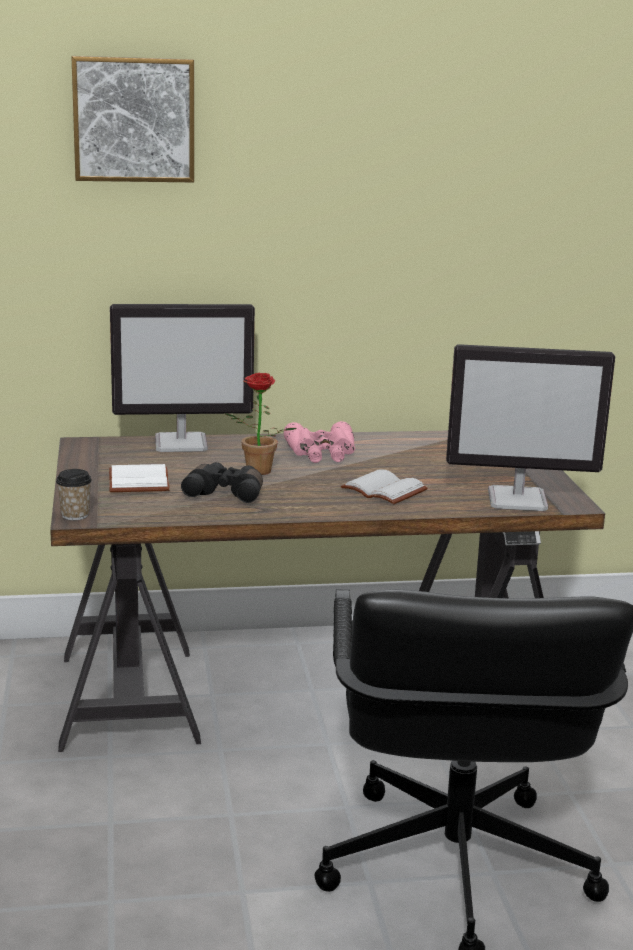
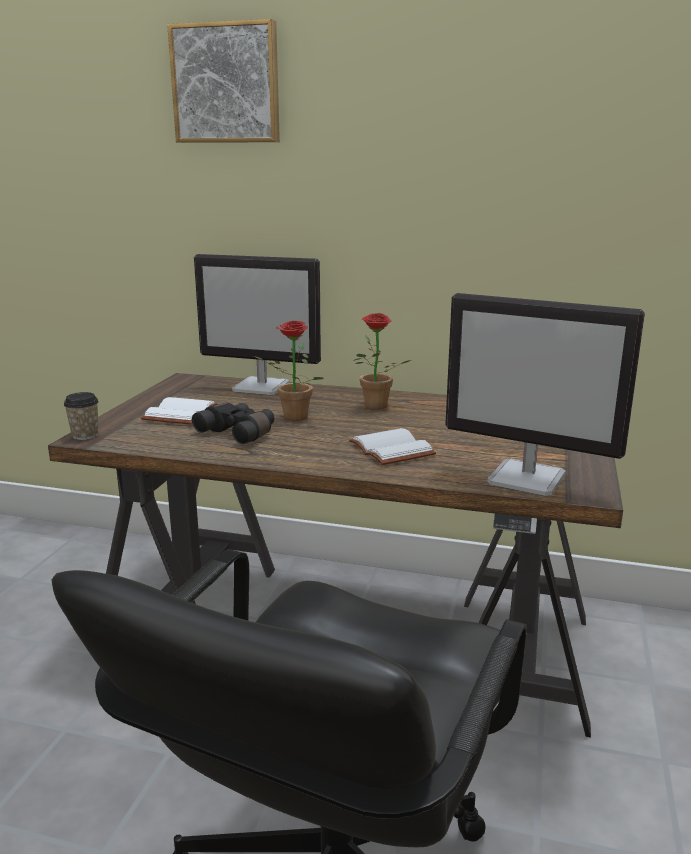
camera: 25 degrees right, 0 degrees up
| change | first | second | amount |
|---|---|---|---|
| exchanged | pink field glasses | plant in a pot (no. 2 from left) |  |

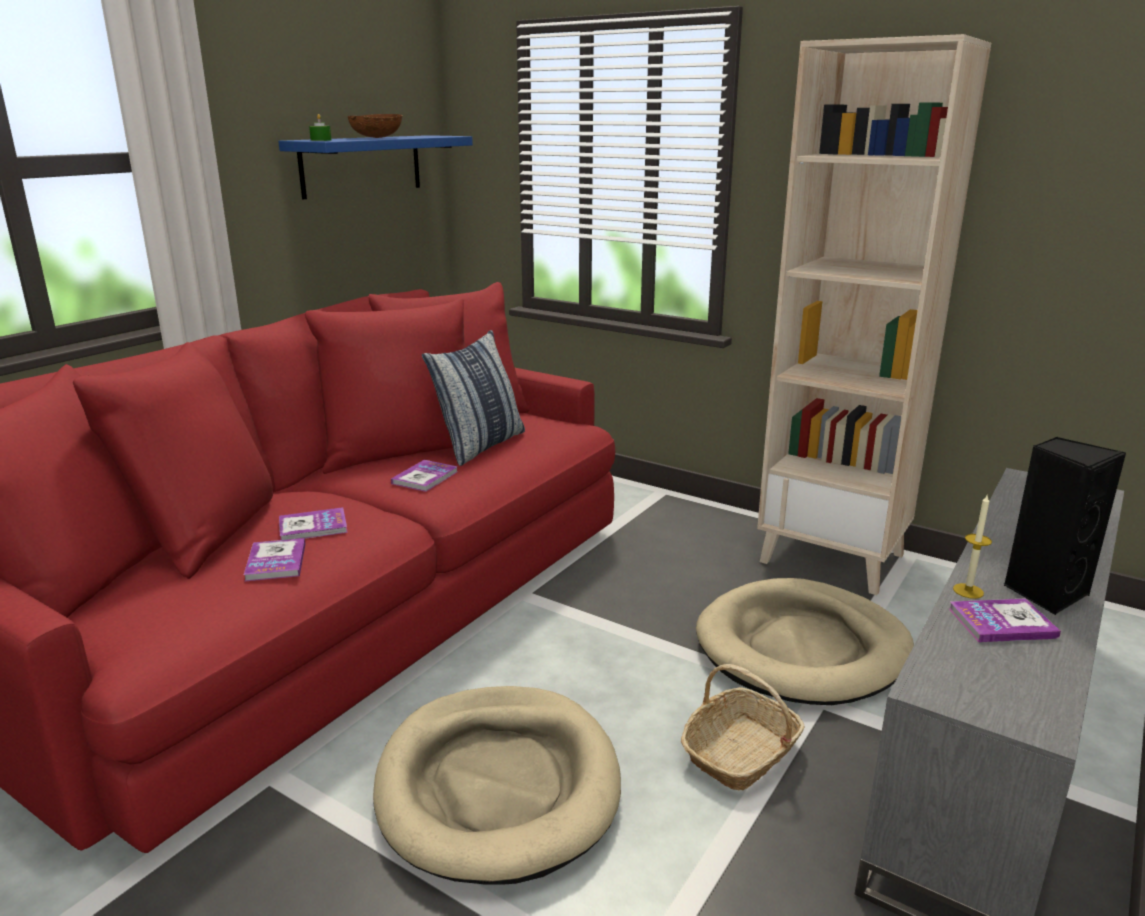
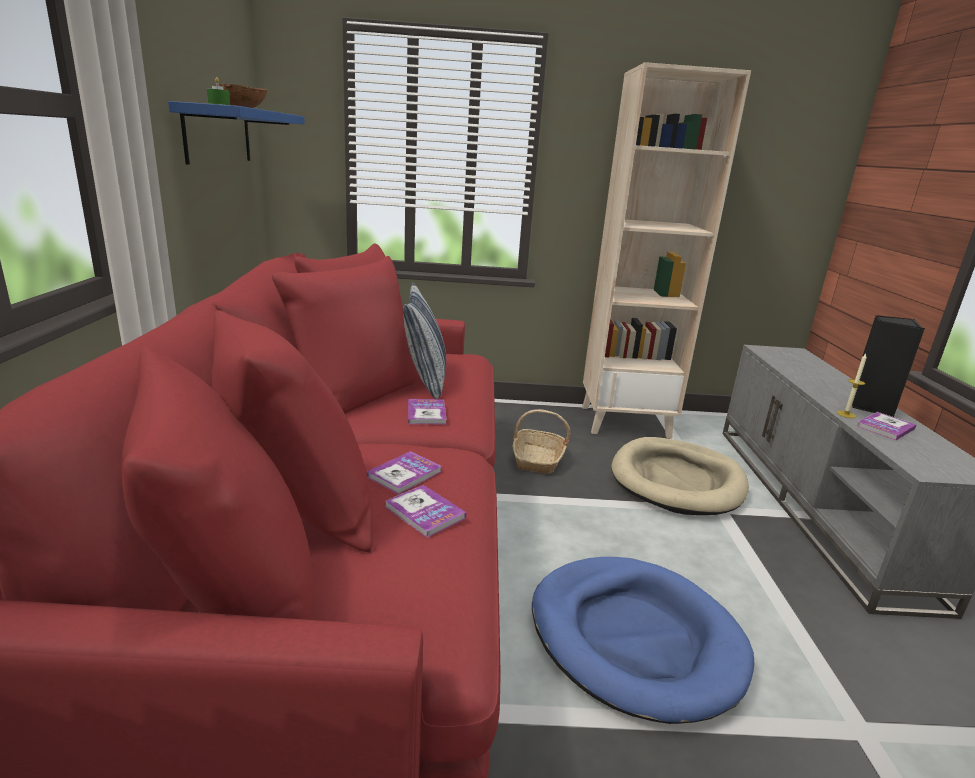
camera: 35 degrees left, 0 degrees up
| change | first | second | amount |
|---|---|---|---|
| relocated | household basket |  |  |
| colour | beige dog cushion (no. 1 from left) | bluish dog cushion |  |

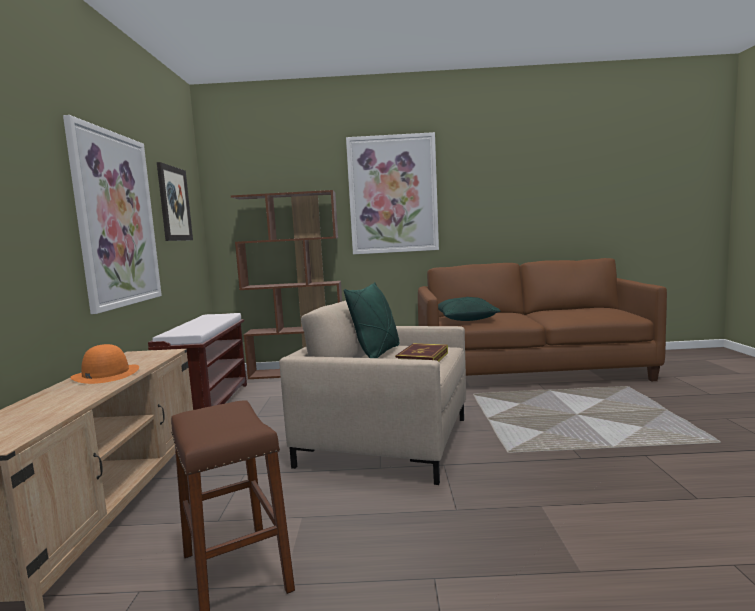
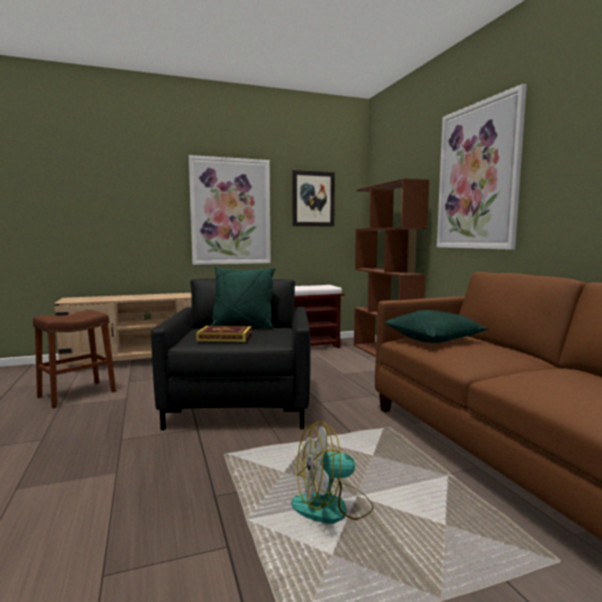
camera: 70 degrees right, 0 degrees up
| change | first | second | amount |
|---|---|---|---|
| colour | beige lounge chair | blackish lounge chair |  |
| appeared |  | electric fan |  |
| missing | orange clothing hat |  |  |

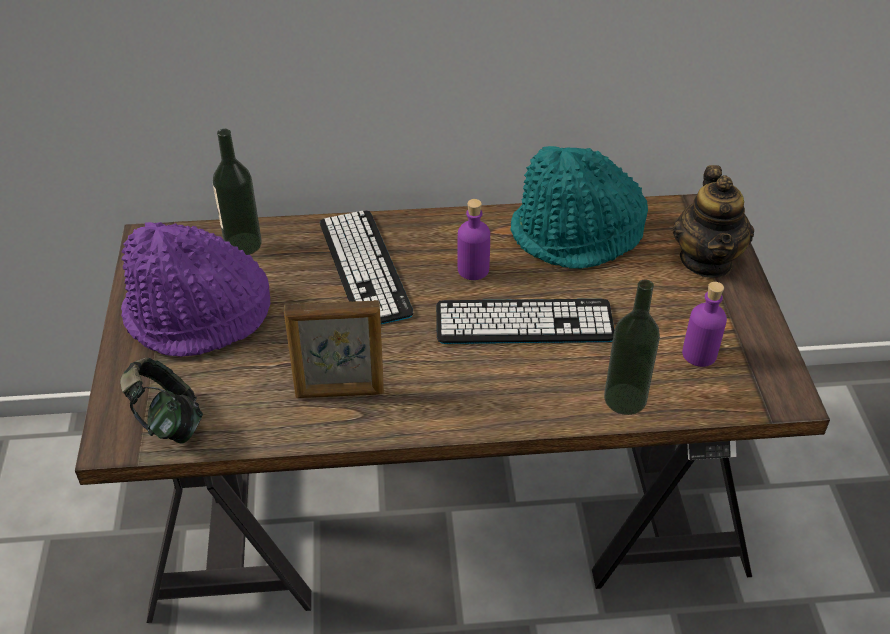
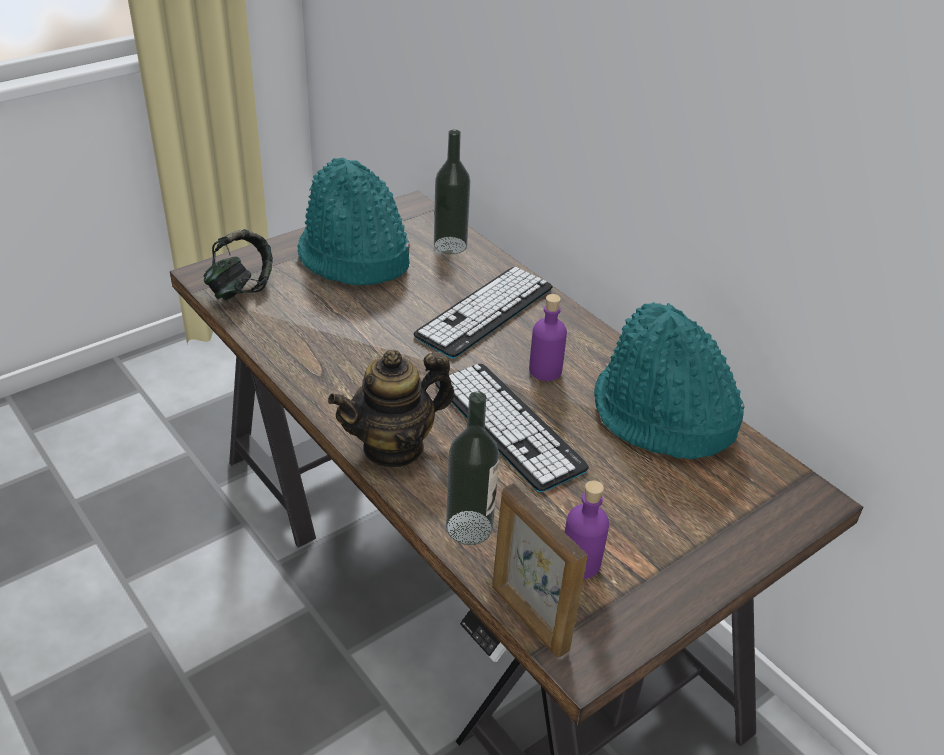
camera: 55 degrees right, 5 degrees down
| change | first | second | amount |
|---|---|---|---|
| colour | purple clothing hat | blue-green clothing hat (no. 1 from left) |  |
| relocated | teapot |  |  |
| relocated | picture frame |  |  |

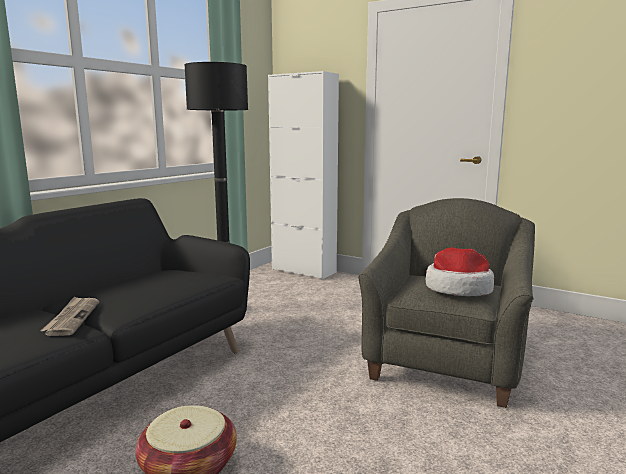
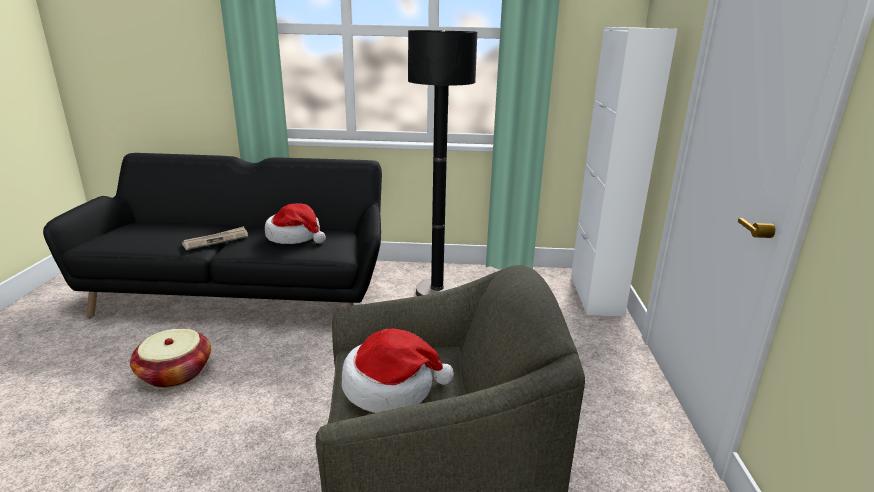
camera: 60 degrees right, 10 degrees up
| change | first | second | amount |
|---|---|---|---|
| appeared |  | clothing hat (no. 1 from left) |  |

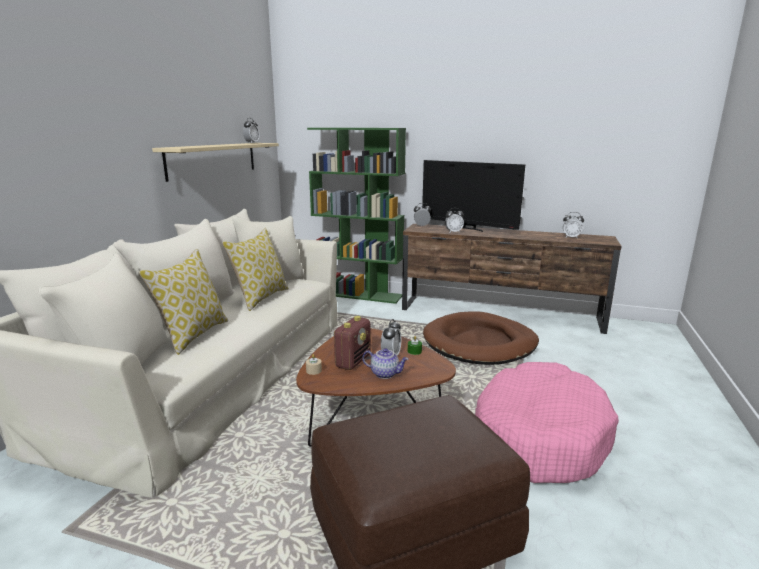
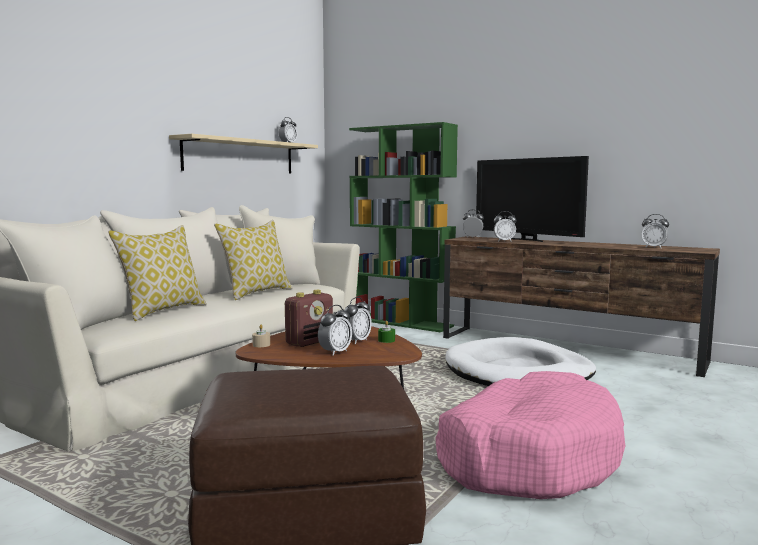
camera: 15 degrees right, 10 degrees down
| change | first | second | amount |
|---|---|---|---|
| exchanged | teapot | table clock (no. 2 from left) |  |
| colour | brownish dog cushion | white dog cushion |  |

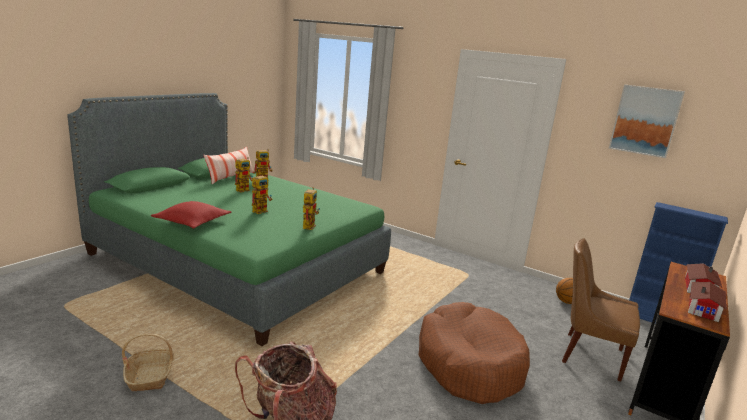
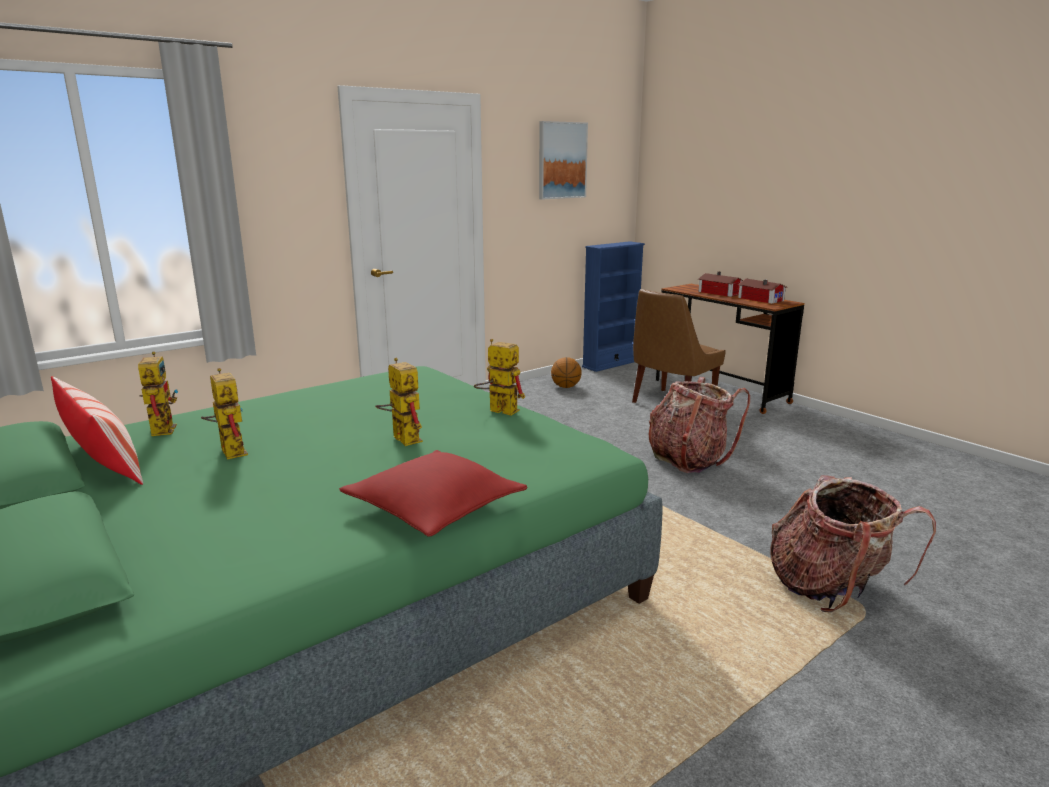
camera: 70 degrees left, 0 degrees up
| change | first | second | amount |
|---|---|---|---|
| exchanged | brownish dog cushion | rucksack (no. 1 from left) |  |
| missing | household basket |  |  |

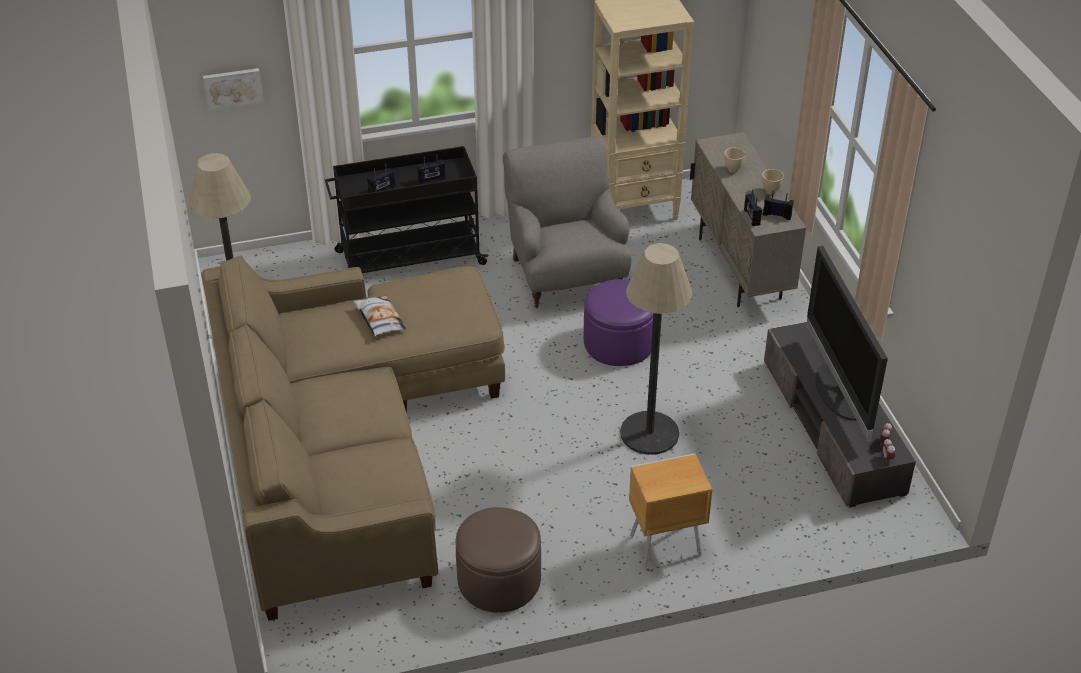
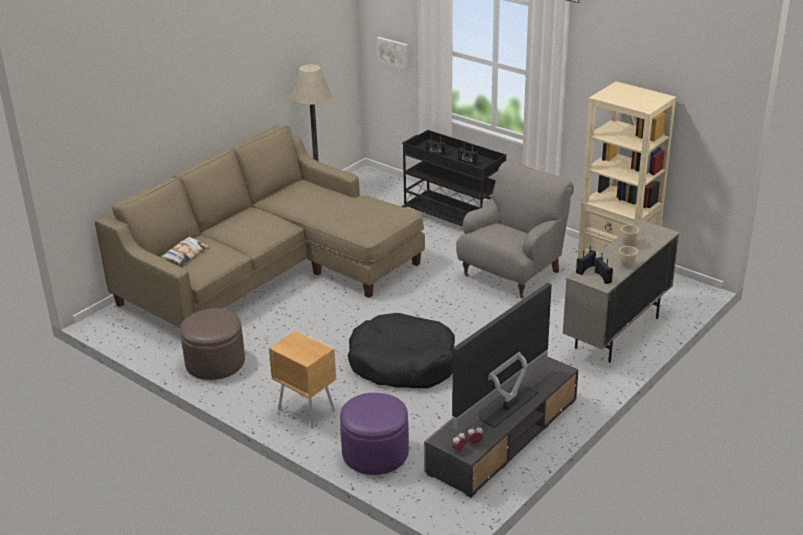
camera: 55 degrees right, 10 degrees down
| change | first | second | amount |
|---|---|---|---|
| relocated | pillow |  |  |
| relocated | purple ottoman |  |  |
| exchanged | floor lamp (no. 2 from left) | blackish dog cushion |  |

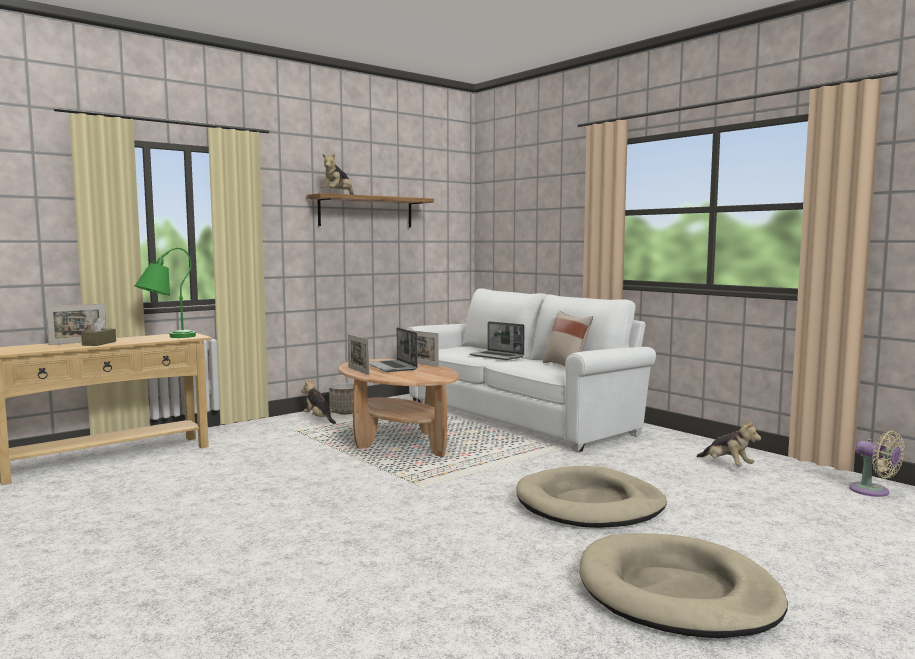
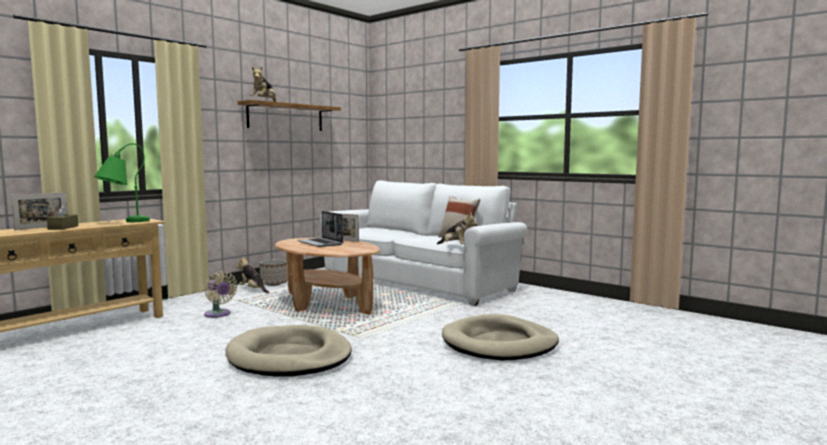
camera: 10 degrees left, 0 degrees up
| change | first | second | amount |
|---|---|---|---|
| relocated | beige electric fan |  |  |
| relocated | beige dog cushion (no. 2 from left in the first image) | beige dog cushion (no. 1 from left) |  |
| relocated | cuddly toy (no. 3 from left) |  |  |
| missing | picture frame (no. 2 from left) |  |  |
| missing | notebook computer (no. 2 from left) |  |  |

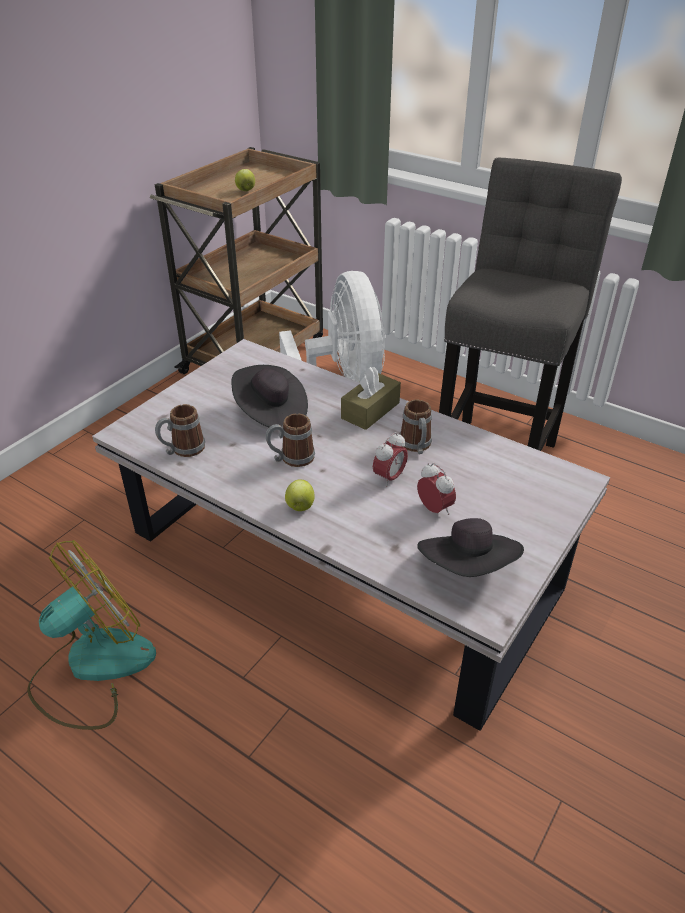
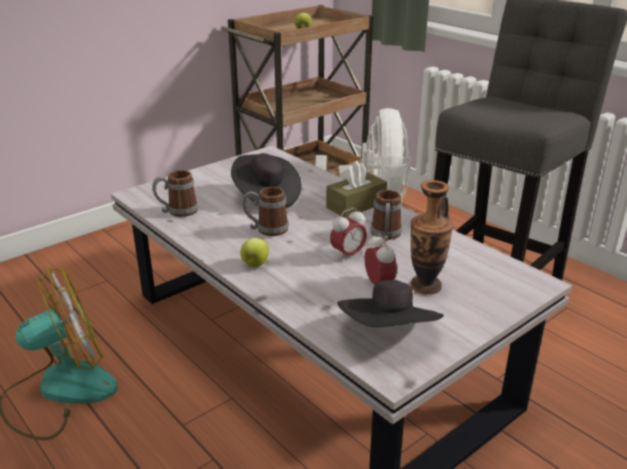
camera: 15 degrees right, 10 degrees down
| change | first | second | amount |
|---|---|---|---|
| appeared |  | vase |  |

